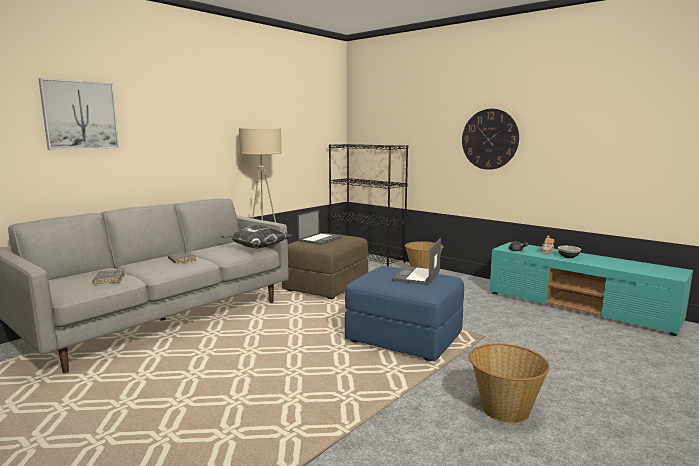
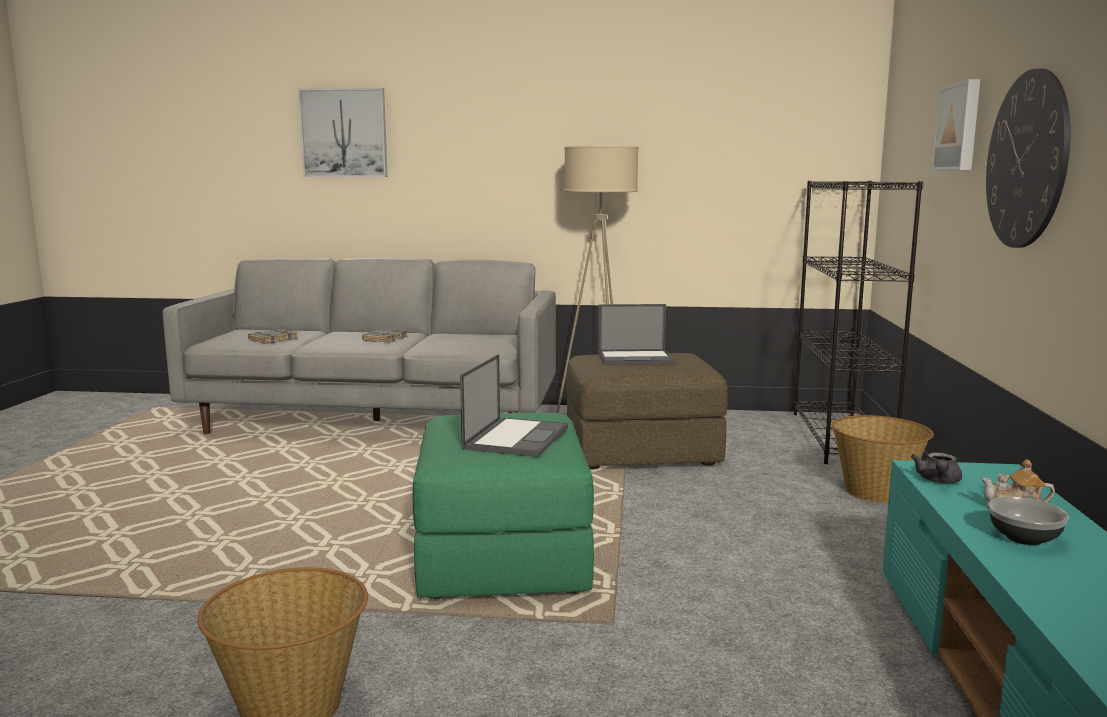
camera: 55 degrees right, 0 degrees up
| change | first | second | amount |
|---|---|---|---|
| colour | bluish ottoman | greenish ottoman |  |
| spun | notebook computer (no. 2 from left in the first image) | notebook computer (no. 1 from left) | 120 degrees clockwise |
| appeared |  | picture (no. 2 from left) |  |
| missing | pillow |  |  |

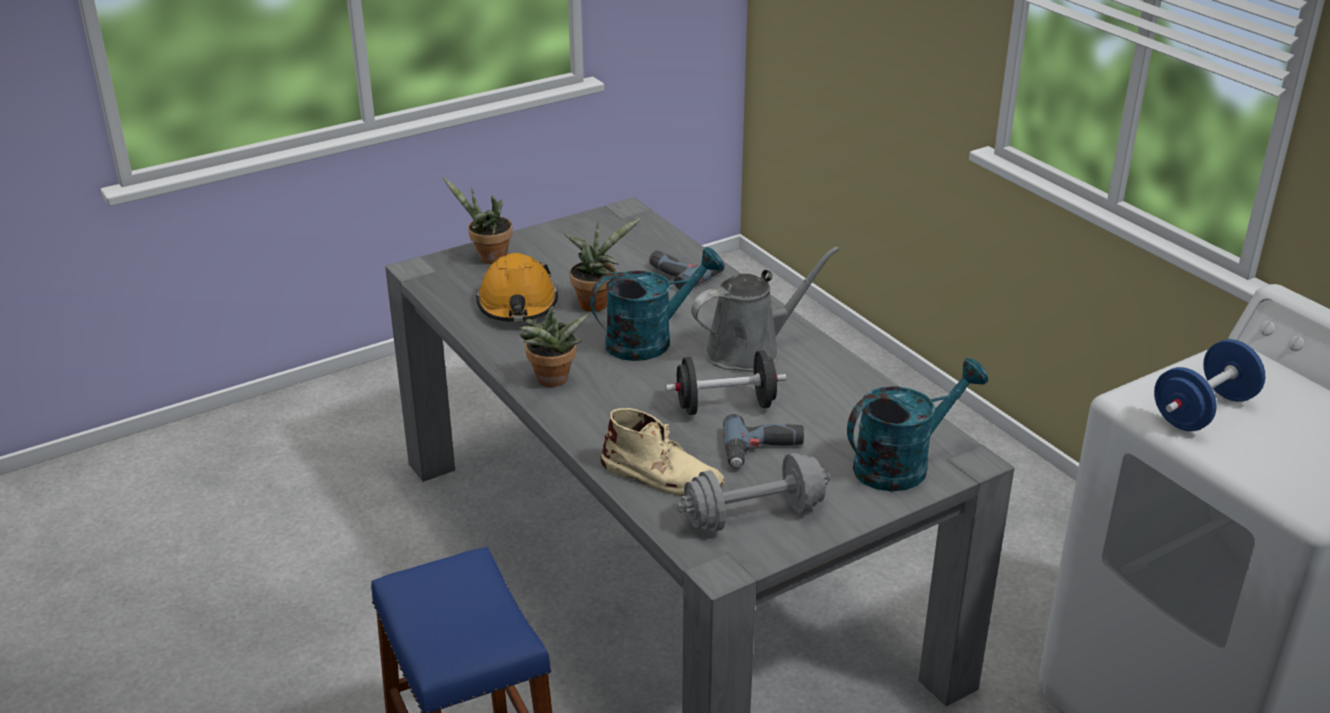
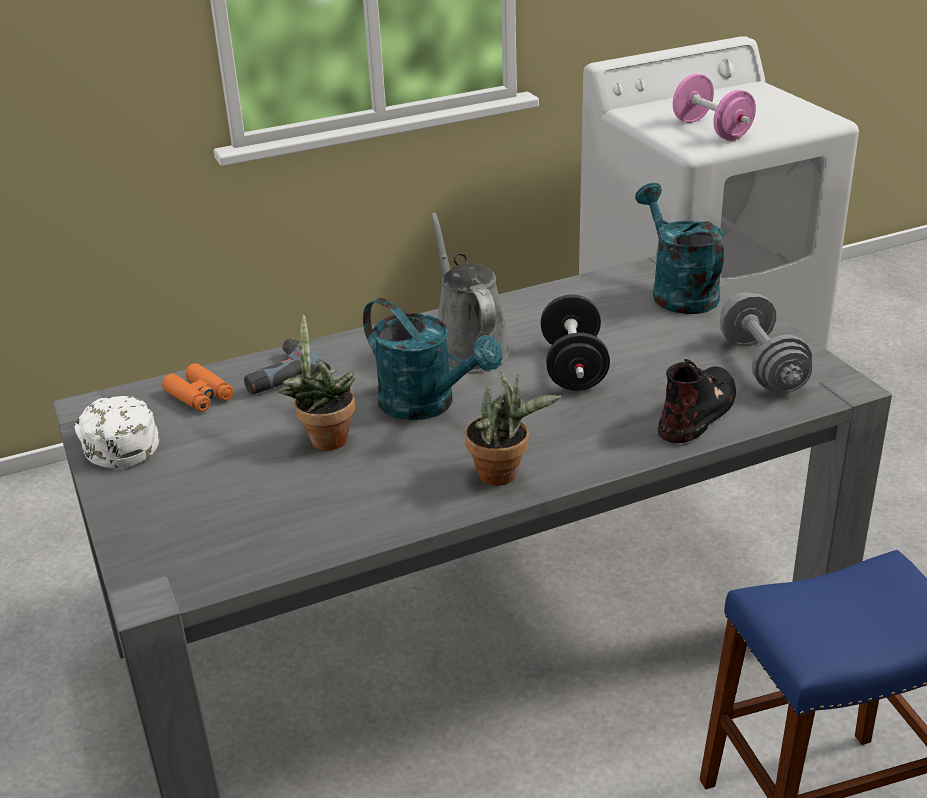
camera: 80 degrees left, 0 degrees up
| change | first | second | amount |
|---|---|---|---|
| appeared |  | white peaked cap |  |
| appeared |  | orange field glasses |  |
| spun | blue-green sprinkling can (no. 1 from left) |  | 150 degrees clockwise |
| colour | beige tall boot | blackish tall boot |  |
| colour | bluish hand weight | pink hand weight |  |
| missing | plant in a pot (no. 1 from left) |  |  |
| missing | orange work helmet |  |  |
| missing | power drill (no. 2 from left) |  |  |

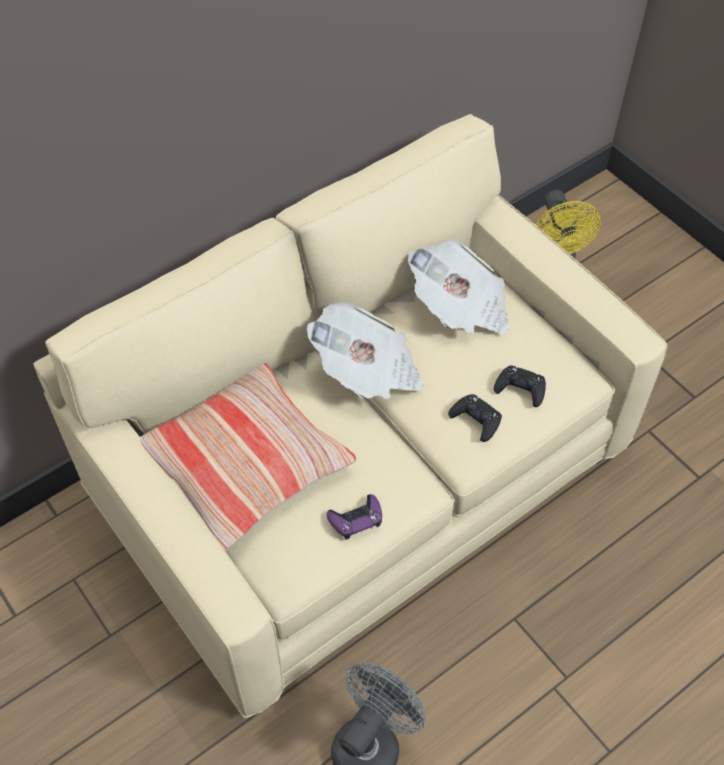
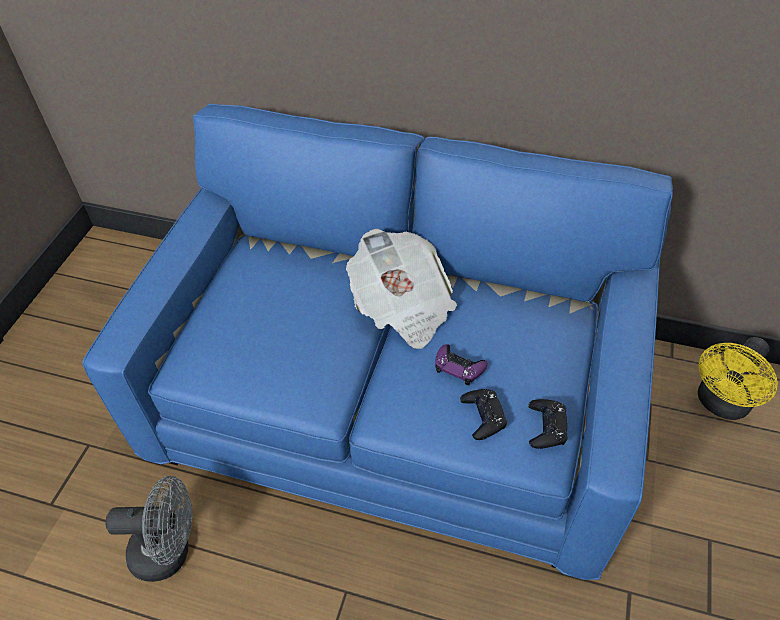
camera: 55 degrees right, 5 degrees down
| change | first | second | amount |
|---|---|---|---|
| colour | beige sofa | bluish sofa |  |
| relocated | purple game controller |  |  |
| relocated | blackish game controller (no. 1 from left in the first image) | blackish game controller (no. 2 from left) |  |
| missing | pillow |  |  |
| missing | newspaper (no. 2 from left) |  |  |

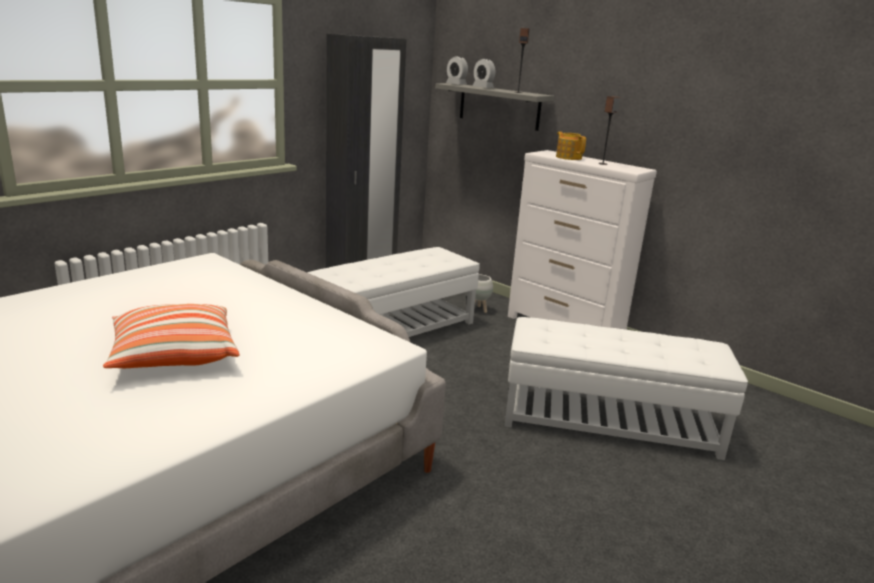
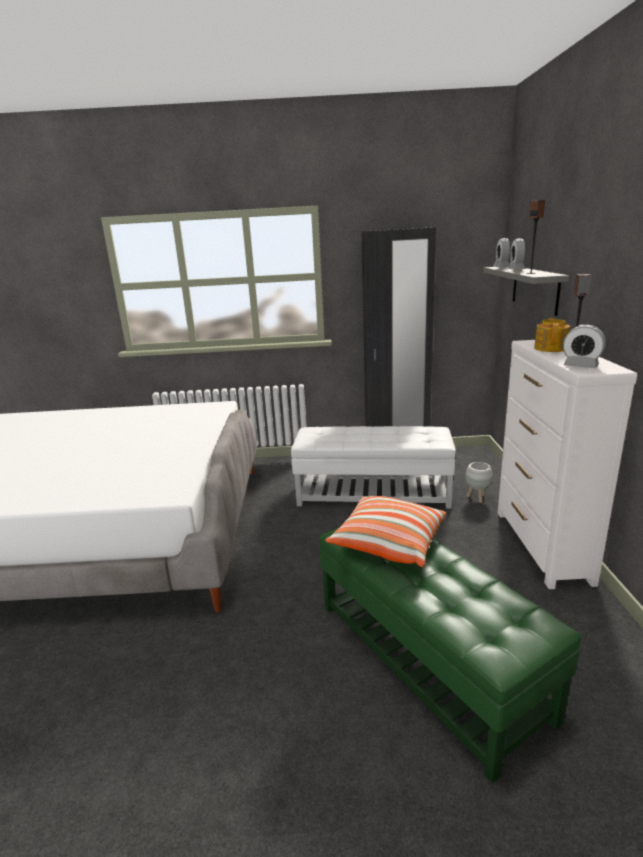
camera: 50 degrees right, 0 degrees up
| change | first | second | amount |
|---|---|---|---|
| colour | white ottoman (no. 2 from left) | greenish ottoman |  |
| relocated | pillow |  |  |
| appeared |  | table clock (no. 3 from left) |  |

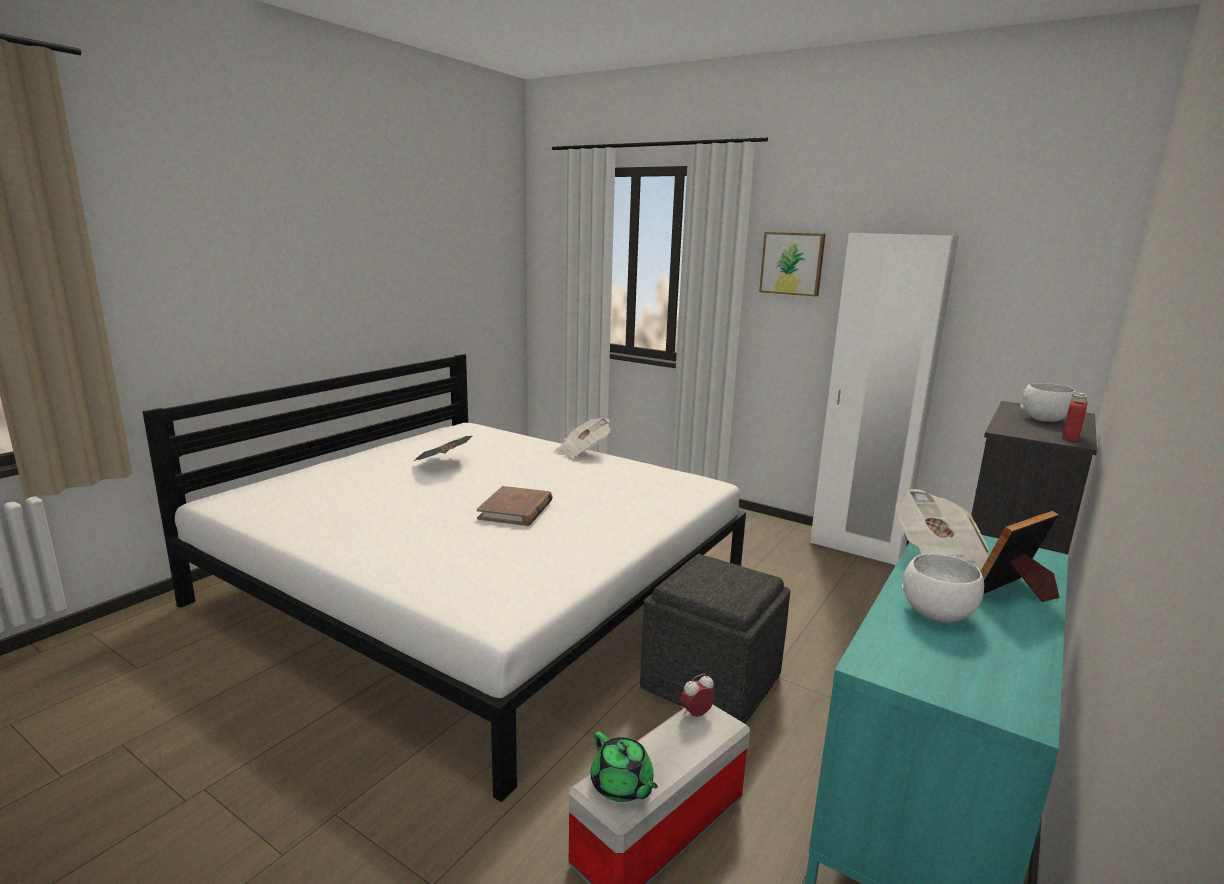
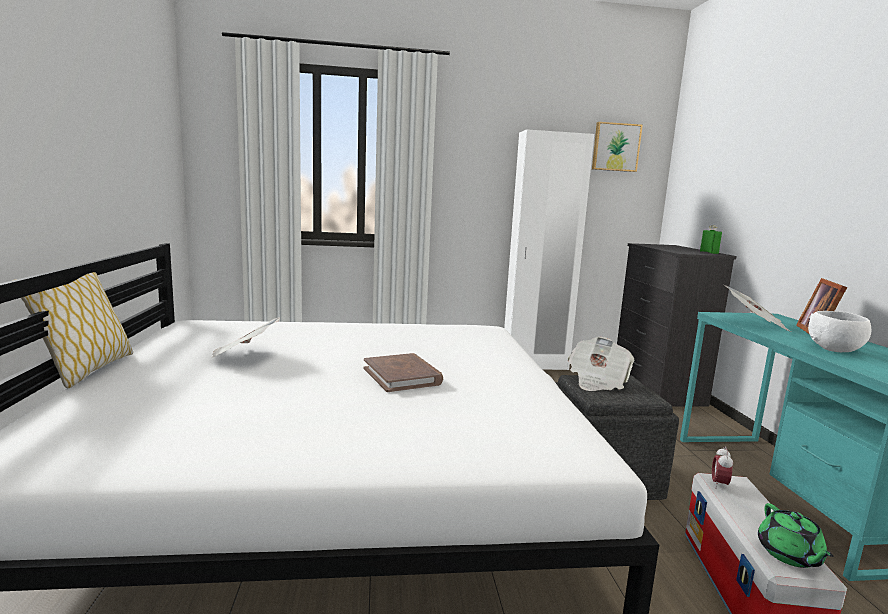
camera: 40 degrees left, 5 degrees down
| change | first | second | amount |
|---|---|---|---|
| appeared |  | pillow |  |
| relocated | newspaper (no. 2 from left) |  |  |
| relocated | picture |  |  |
| colour | red-coloured bottle | greenish bottle |  |
| spun | greenish teapot |  | 75 degrees clockwise |
| missing | white deep dish (no. 2 from left) |  |  |

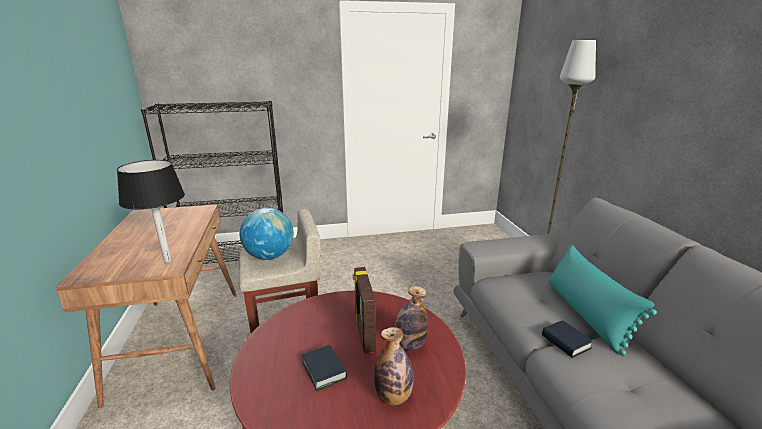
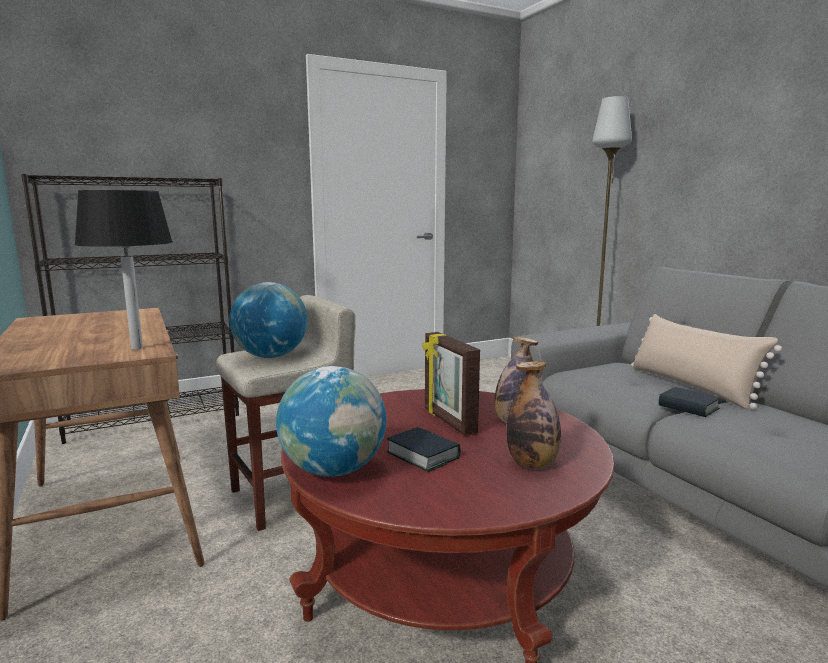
camera: 15 degrees left, 10 degrees down
| change | first | second | amount |
|---|---|---|---|
| appeared |  | world globe (no. 2 from left) |  |
| colour | blue-green pillow | beige pillow |  |

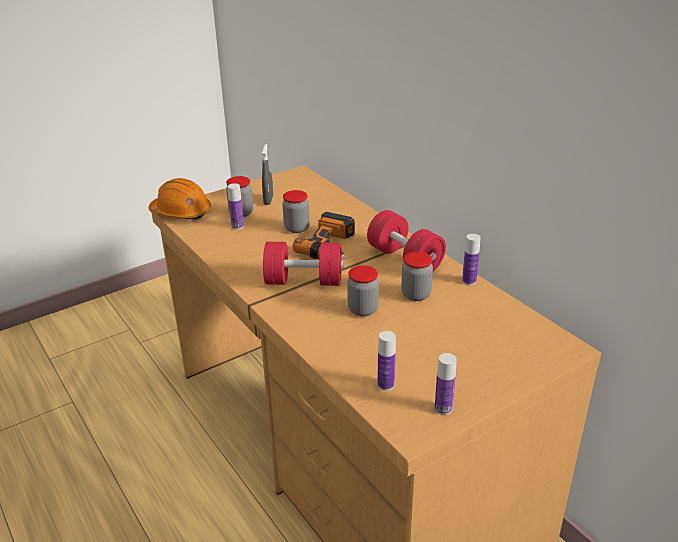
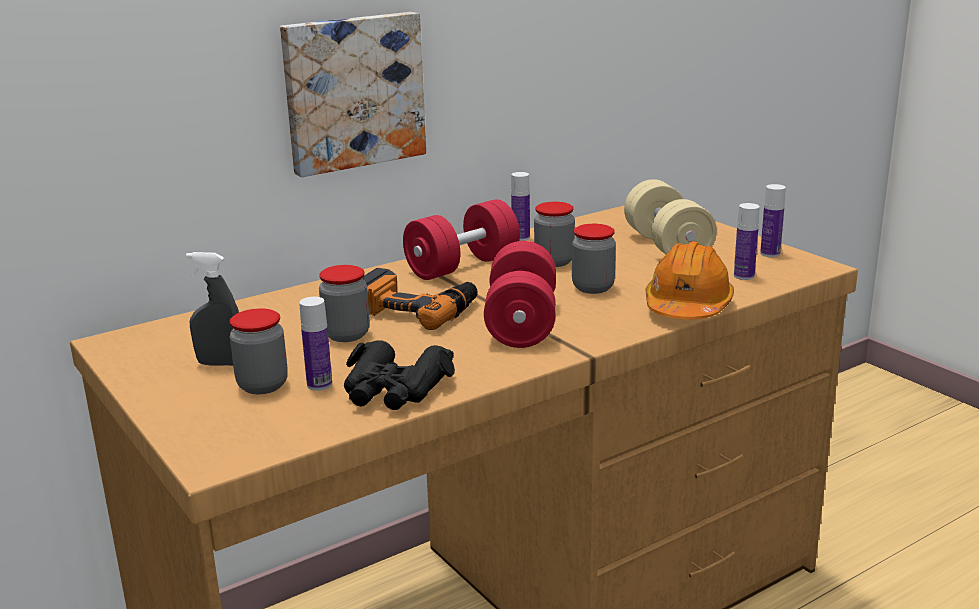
camera: 90 degrees left, 10 degrees down
| change | first | second | amount |
|---|---|---|---|
| appeared |  | picture |  |
| appeared |  | blackish field glasses |  |
| appeared |  | beige hand weight |  |
| relocated | orange work helmet |  |  |

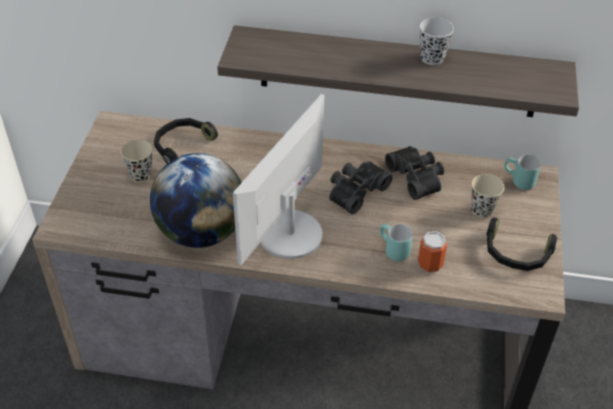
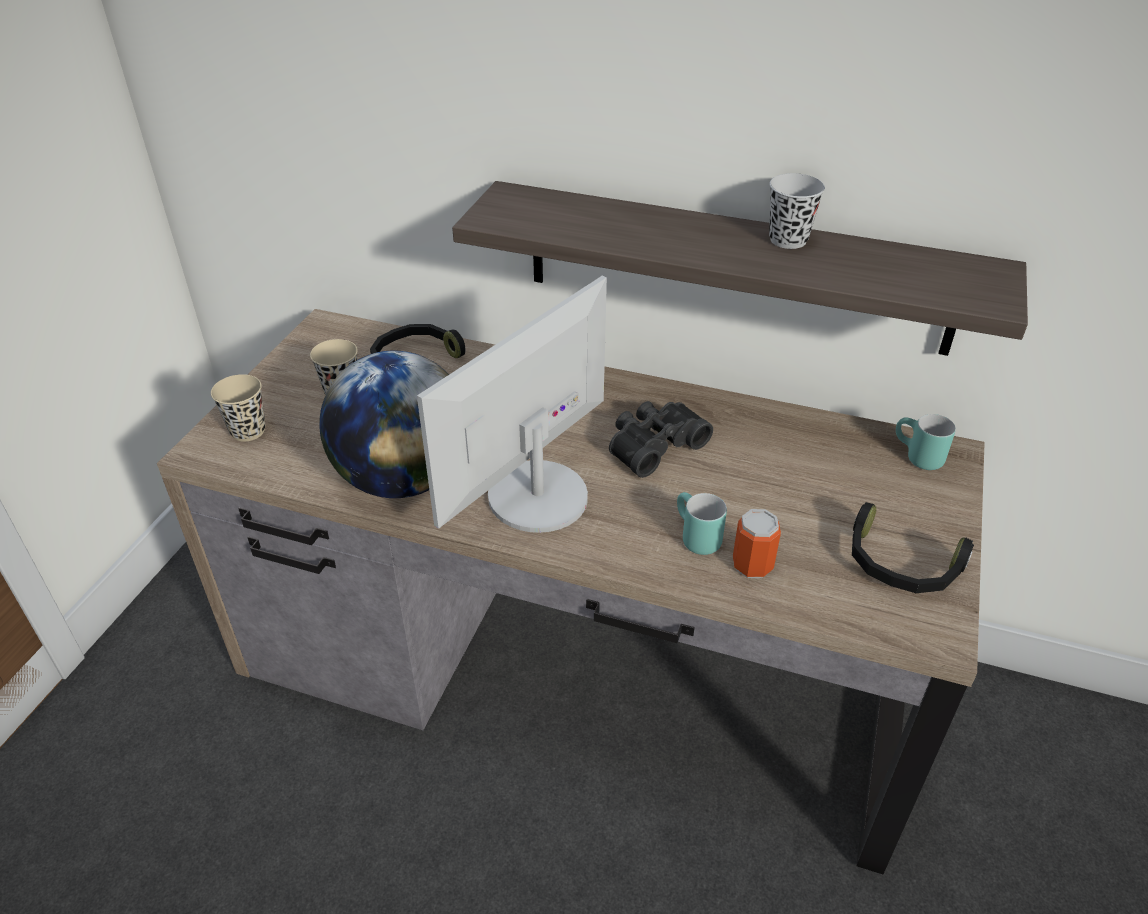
camera: 10 degrees right, 5 degrees down
| change | first | second | amount |
|---|---|---|---|
| relocated | beige drinking cup (no. 2 from left in the first image) | beige drinking cup (no. 1 from left) |  |
| missing | blackish field glasses (no. 2 from left) |  |  |

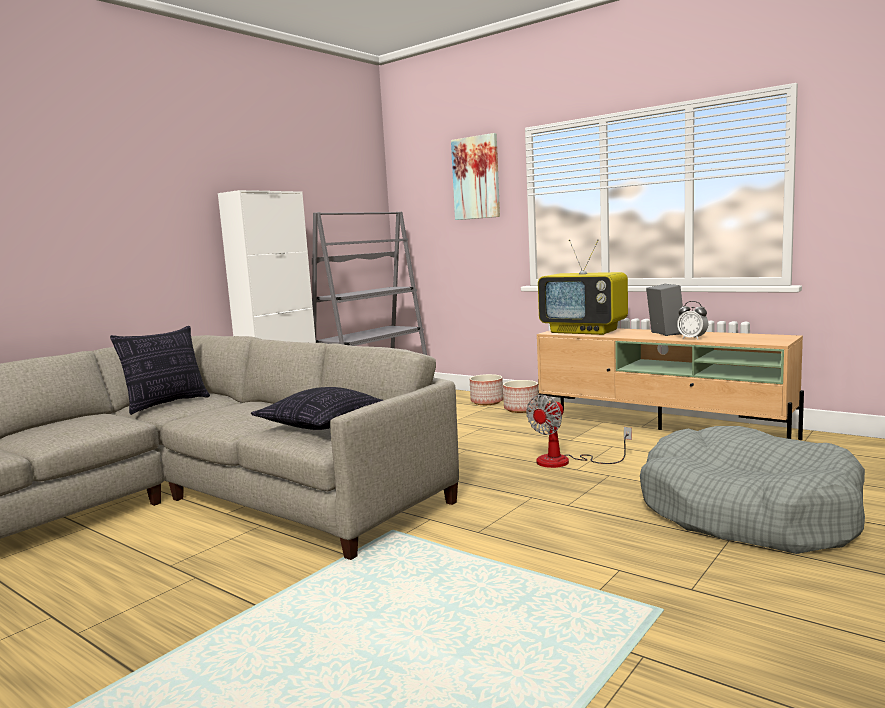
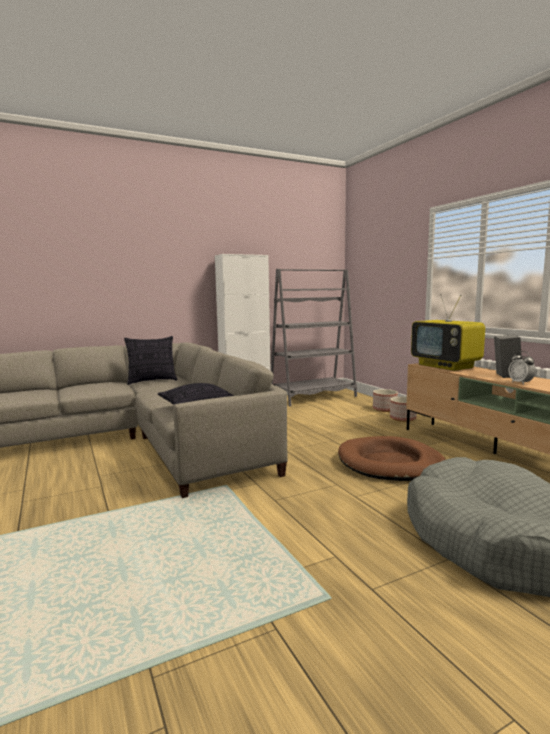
camera: 25 degrees right, 0 degrees up
| change | first | second | amount |
|---|---|---|---|
| exchanged | electric fan | brownish dog cushion |  |
| missing | picture |  |  |

